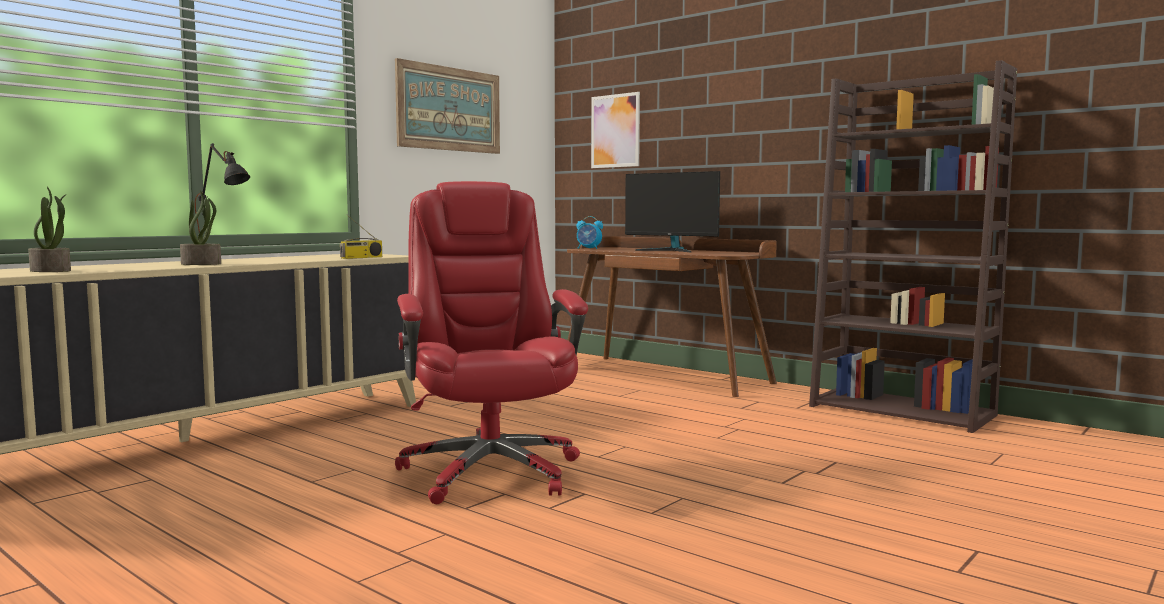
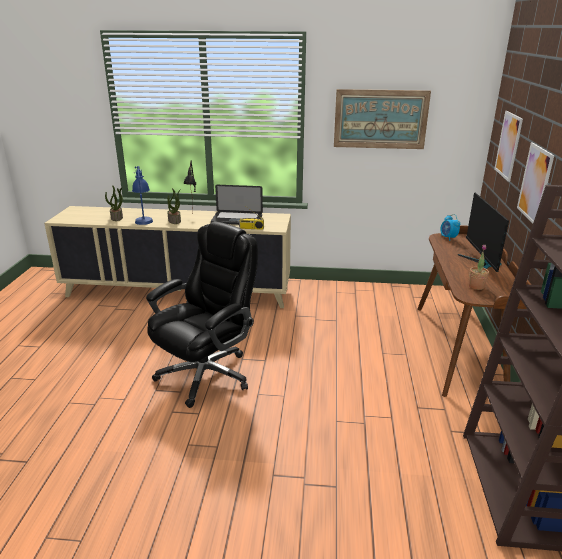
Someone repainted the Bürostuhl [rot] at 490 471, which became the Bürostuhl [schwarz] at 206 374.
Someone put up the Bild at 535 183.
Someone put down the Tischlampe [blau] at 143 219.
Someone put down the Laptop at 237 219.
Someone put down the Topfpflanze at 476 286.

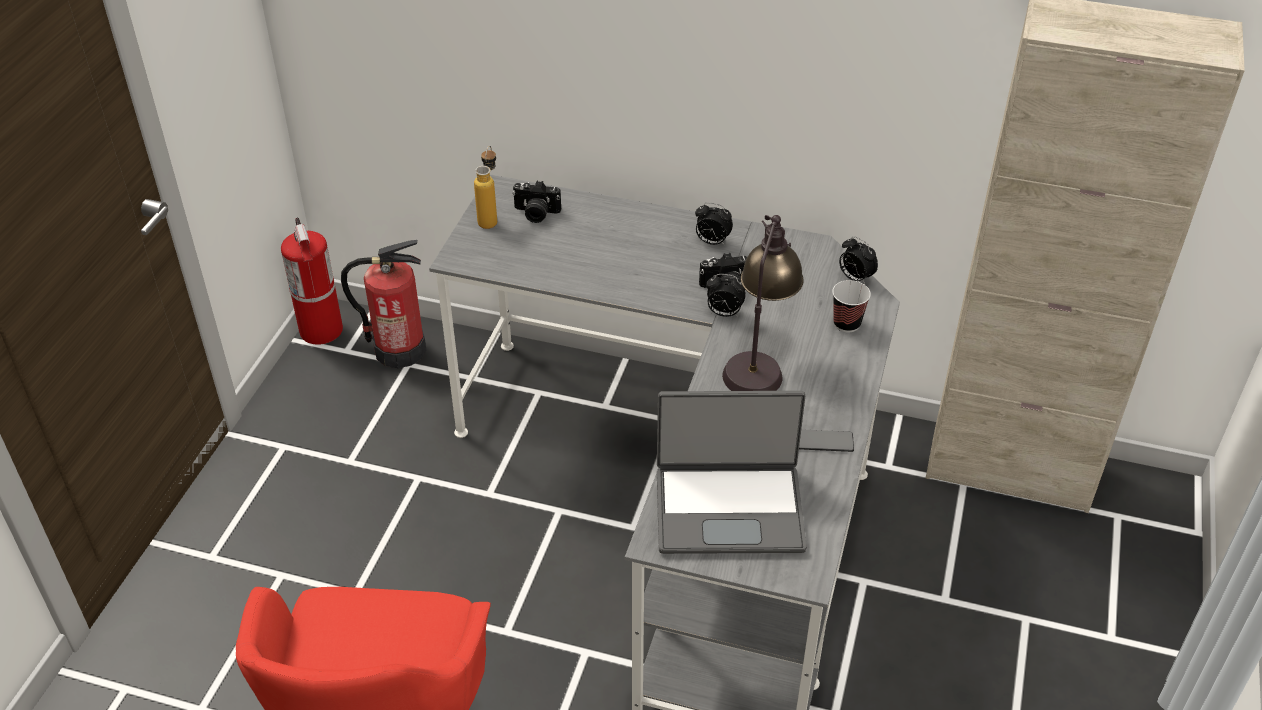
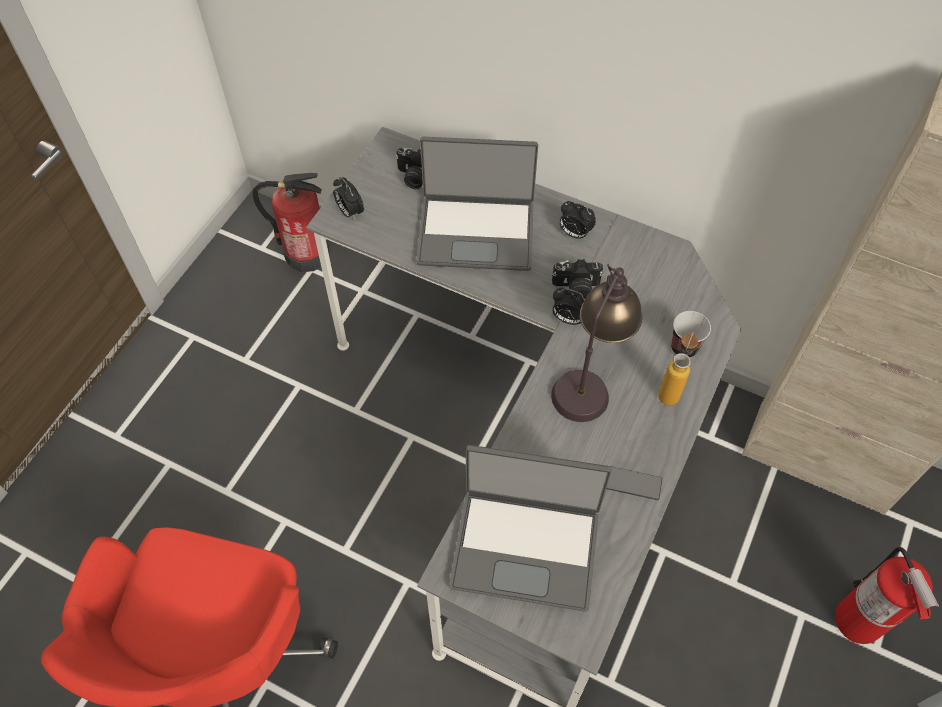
Someone carried the Flasche from 490 218 to 671 390.
Someone carried the Feuerlöscher from 321 331 to 859 621.
Someone carried the Wecker from 855 278 to 350 212.
Someone put down the Laptop at 476 232.

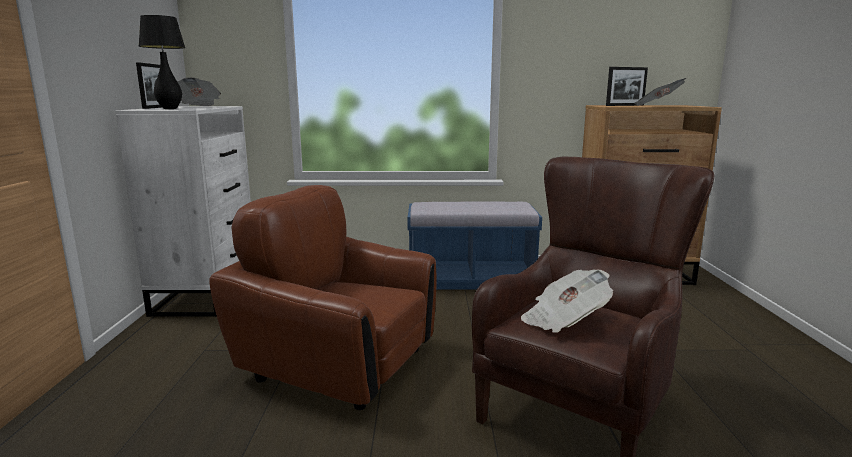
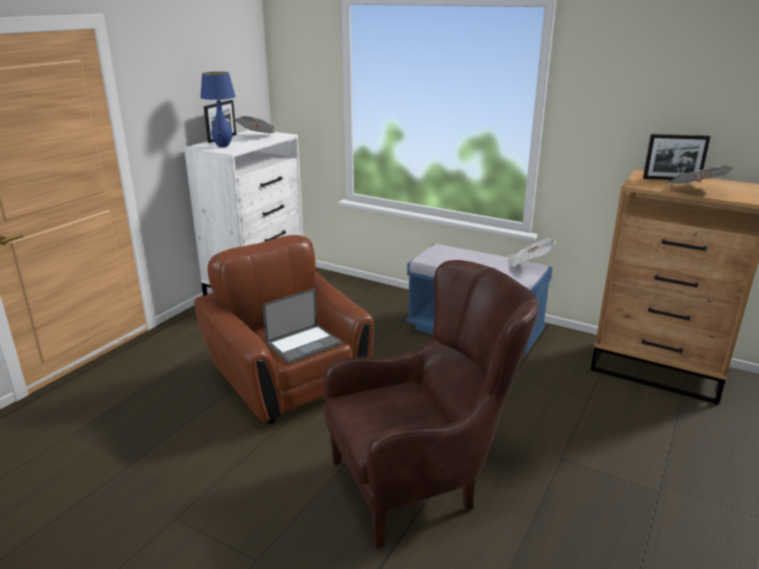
Someone repainted the Tischlampe [schwarz] at 169 109, which became the Tischlampe [blau] at 223 146.
Someone carried the Zeitung from 564 320 to 527 264.
Someone put down the Laptop at 304 343.

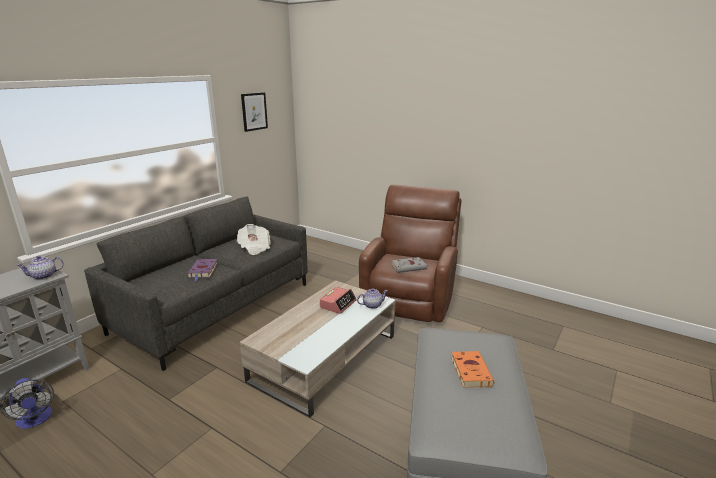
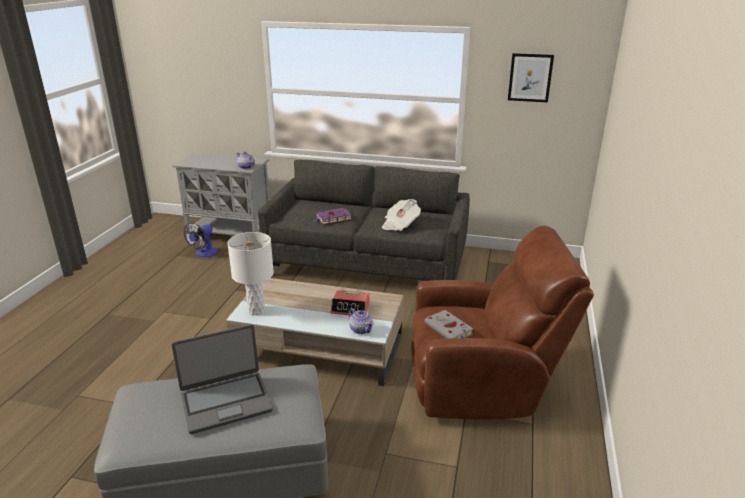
Someone swapped the Buch [orange] at 470 370 for the Laptop at 226 402.
Someone put down the Tischlampe [weiß] at 256 310.

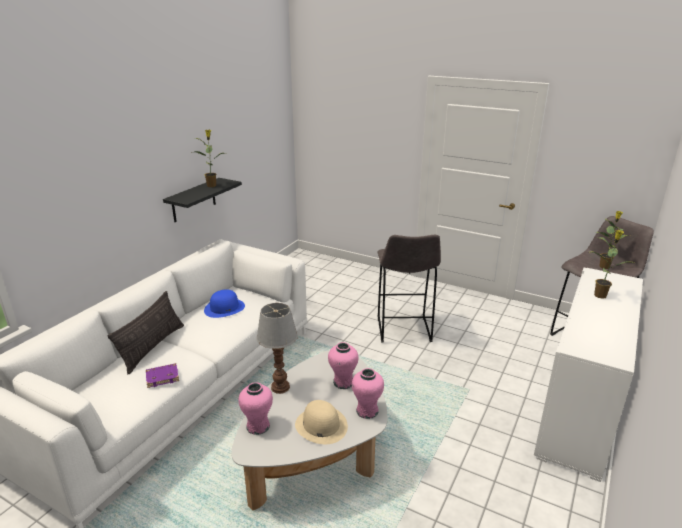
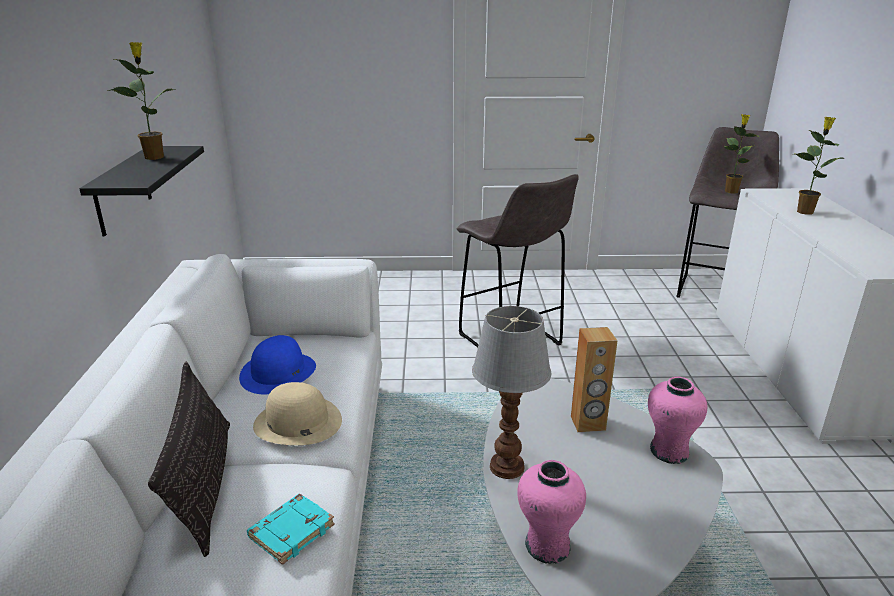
Someone swapped the Vase [rosa] at 343 382 for the Lautsprecher [braun] at 588 423.
Someone repainted the Buch [lila] at 163 377, which became the Buch [türkis] at 291 531.
Someone carried the Hut [beige] from 321 425 to 297 422.

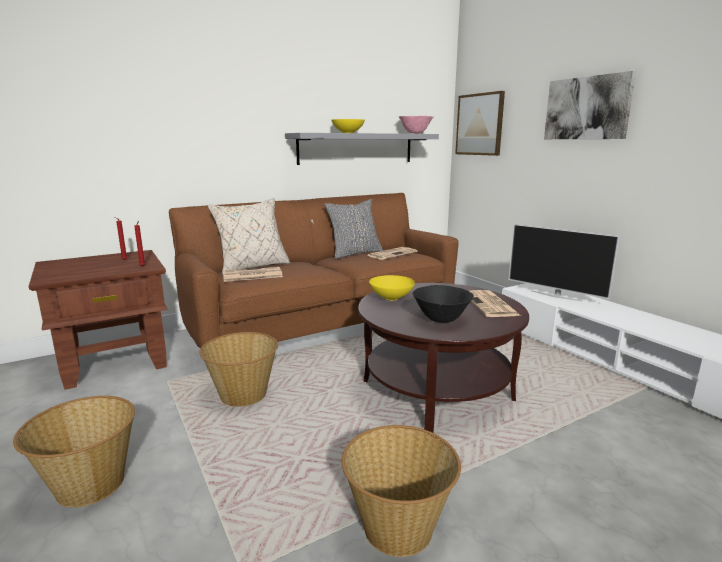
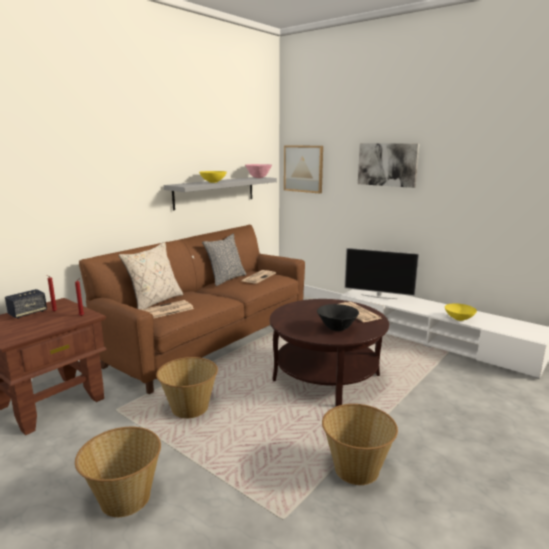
Someone carried the Schüssel [gelb] from 392 298 to 459 319.
Someone put down the Lautsprecher at 28 313.

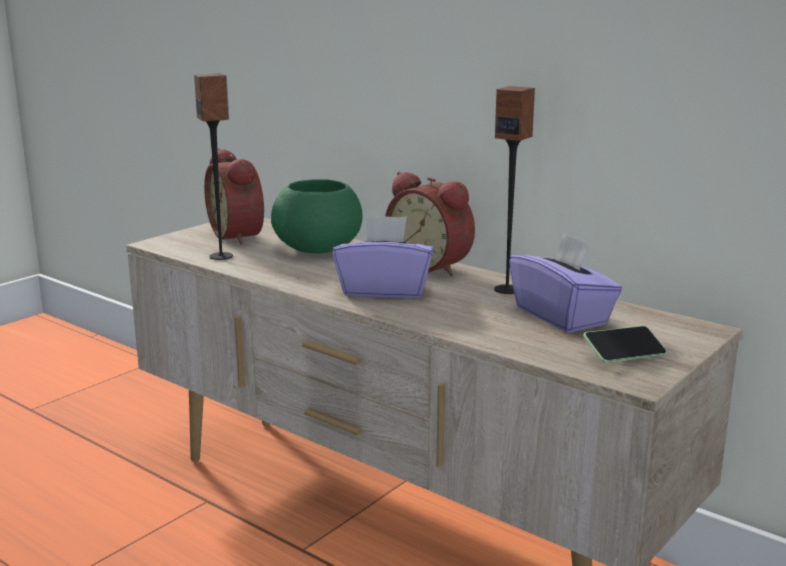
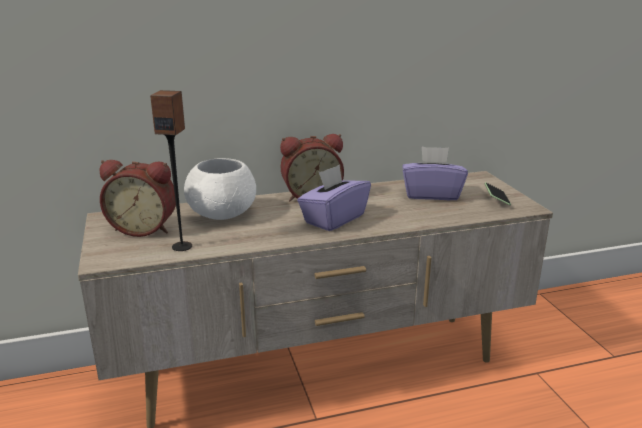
Someone took away the Lautsprecher at 507 289.
Someone repainted the Schüssel [grün] at 319 249, which became the Schüssel [weiß] at 223 213.

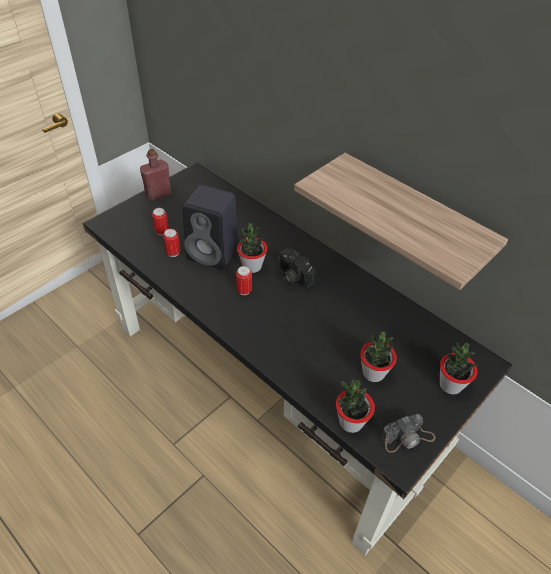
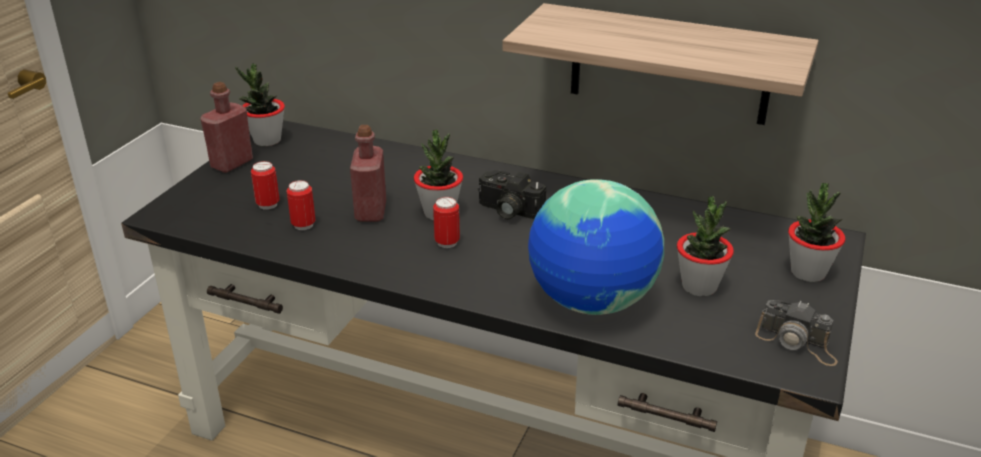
Someone swapped the Lautsprecher [schwarz] at 214 253 for the Flasche [rot] at 371 211.
Someone carried the Topfpflanze from 350 422 to 267 140.
Someone rotated the Kamera at 407 437 by 75 degrees clockwise.
Someone put down the Globus at 591 302.

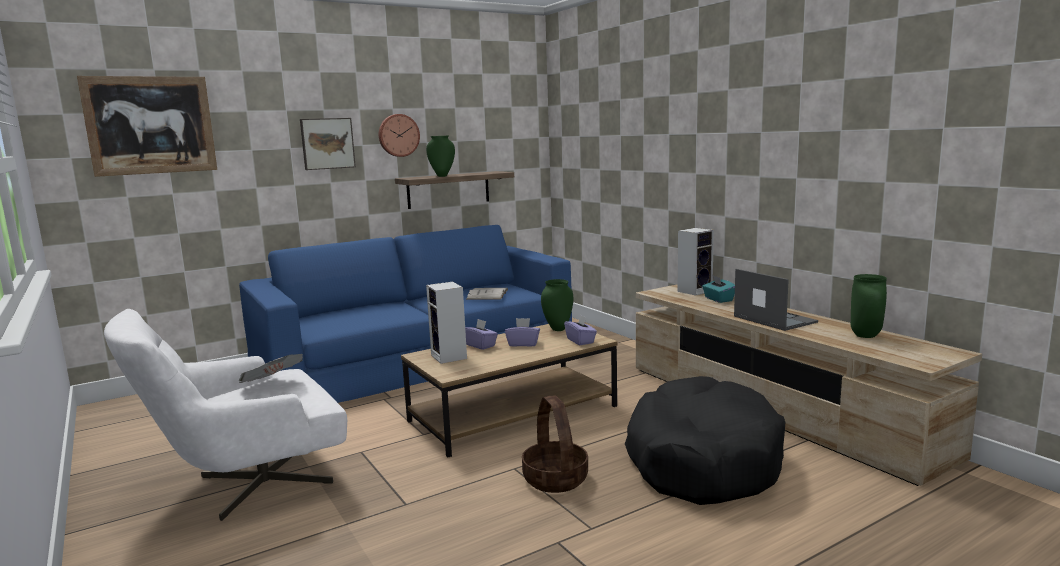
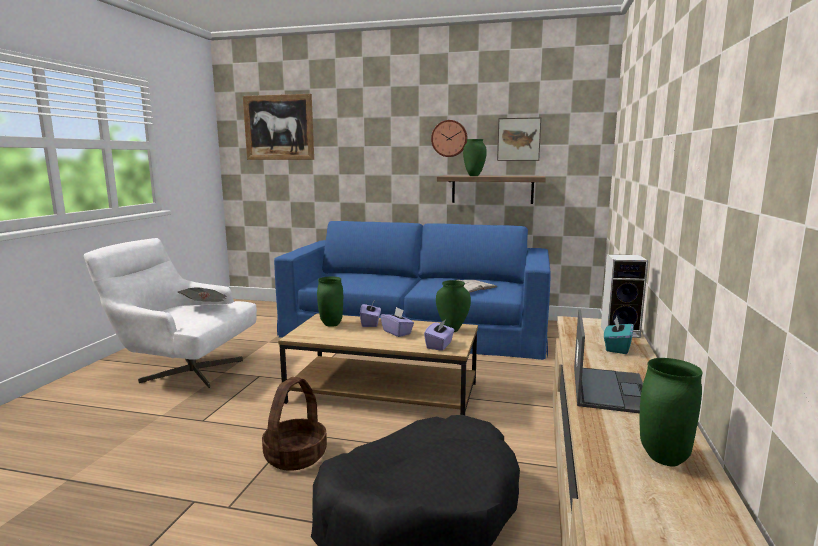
Someone carried the Bild from 327 143 to 519 139.
Someone swapped the Lautsprecher at 450 357 for the Vase [grün] at 332 325.

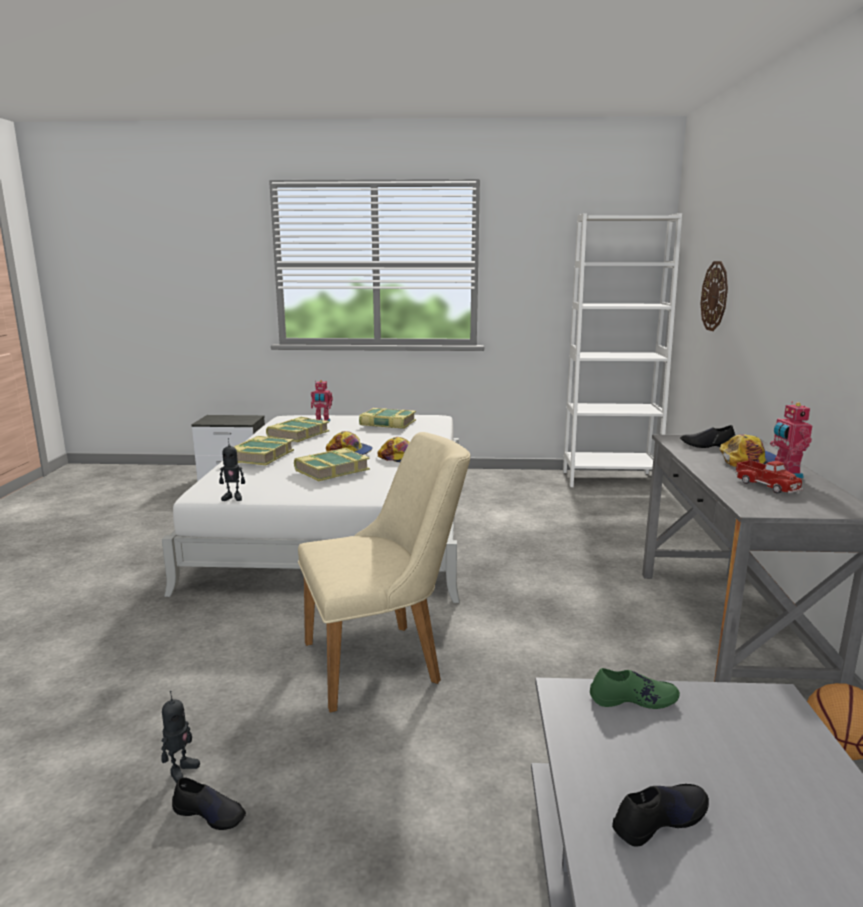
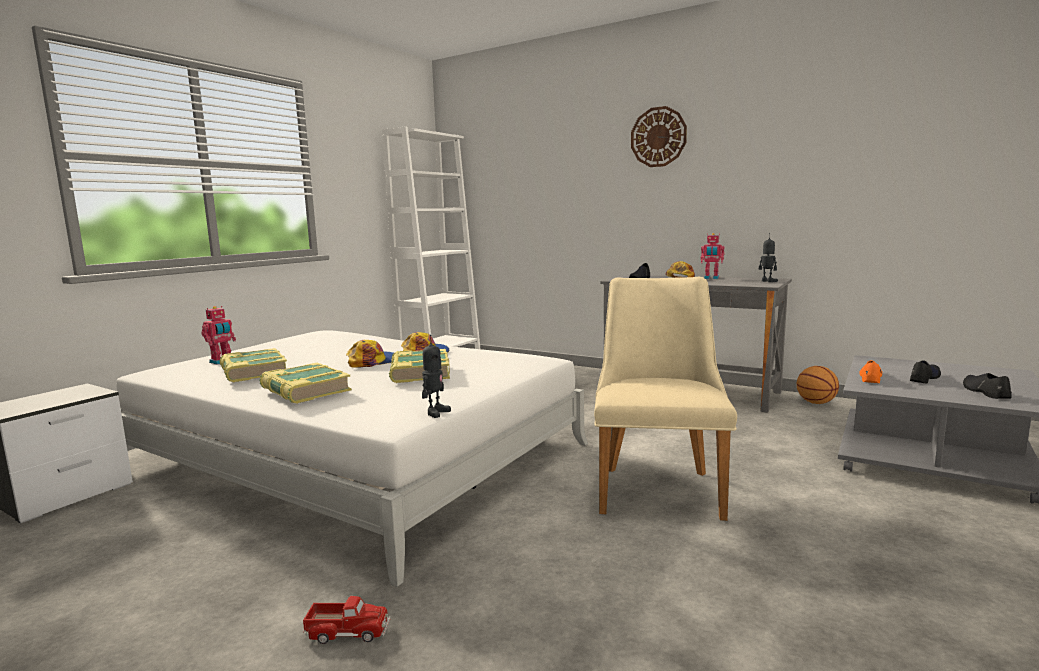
Someone carried the Wanduhr from 715 296 to 658 137.
Someone took away the Buch at 387 423.
Someone carried the Spielzeuglaster from 767 485 to 348 631.
Someone repainted the Schuh [grün] at 633 699, which became the Schuh [orange] at 870 377.
Someone carried the Spielzeugroboter from 181 770 to 767 281.
Someone carried the Schuh [schwarz] from 210 813 to 924 378.

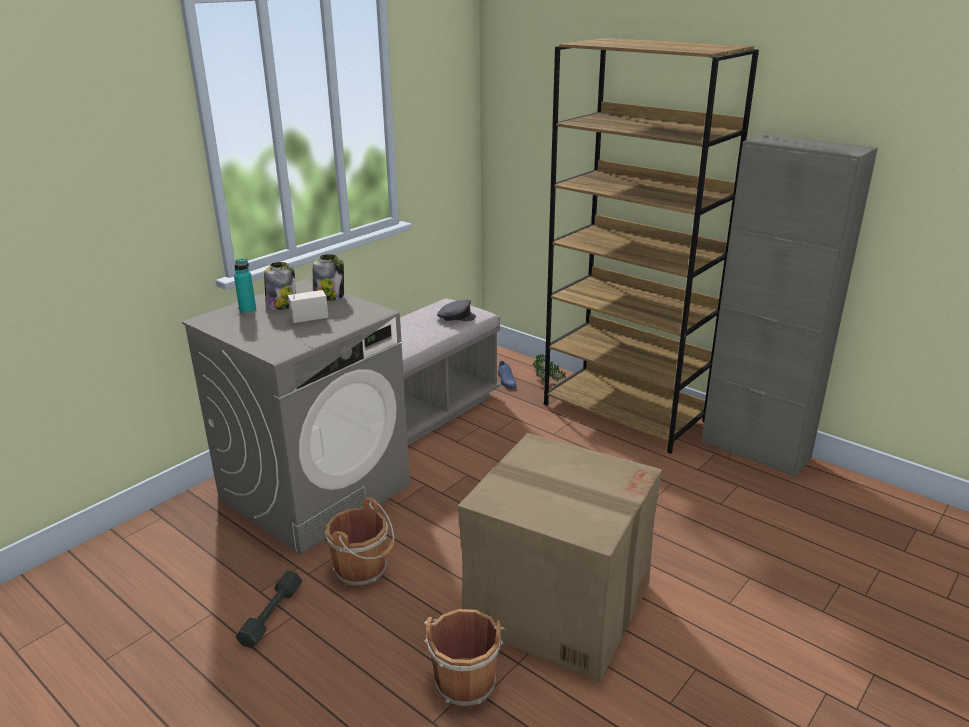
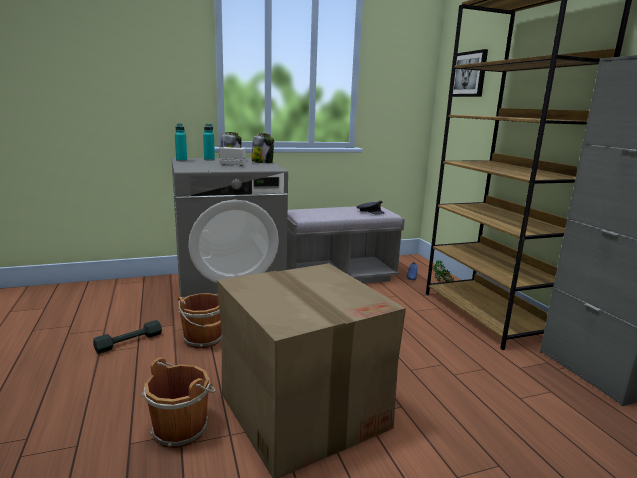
Someone put up the Bild at 468 74.
Someone put down the Flasche [türkis] at 181 160.

